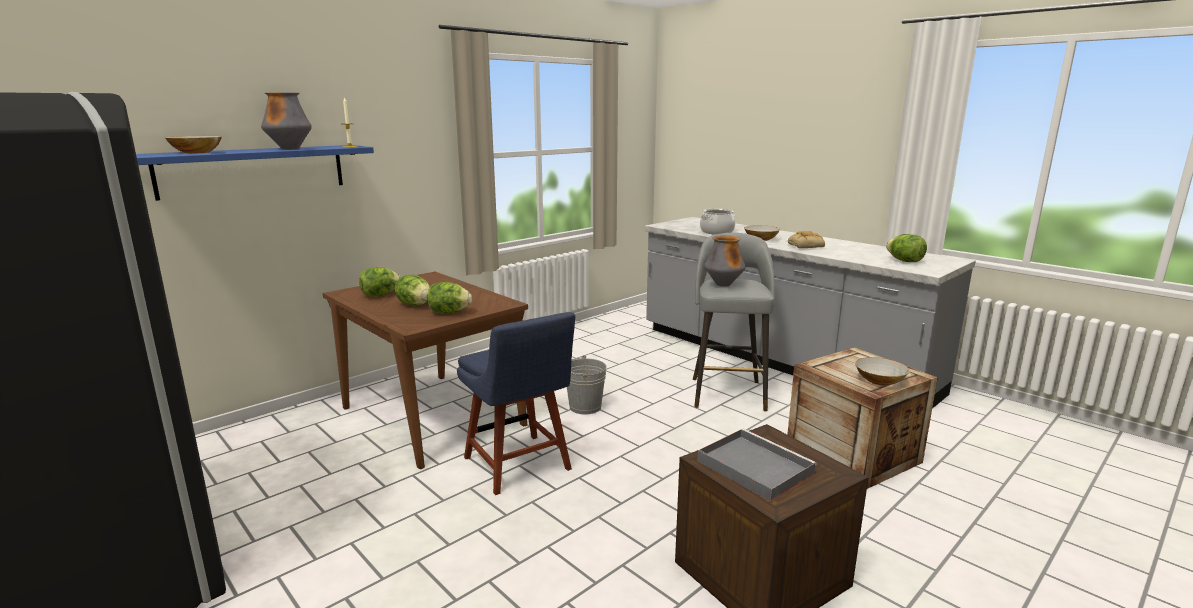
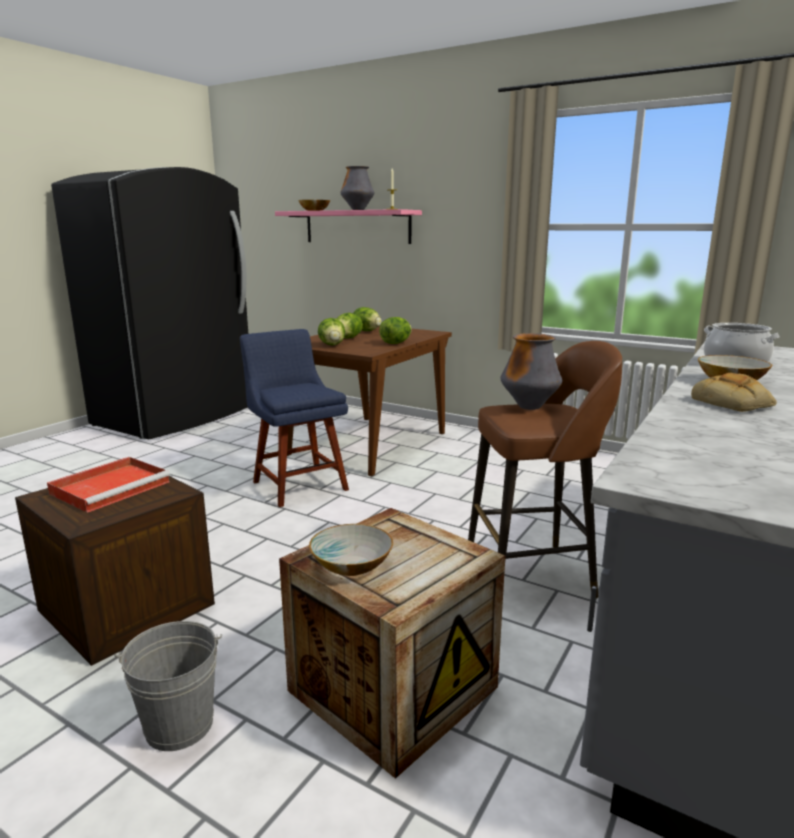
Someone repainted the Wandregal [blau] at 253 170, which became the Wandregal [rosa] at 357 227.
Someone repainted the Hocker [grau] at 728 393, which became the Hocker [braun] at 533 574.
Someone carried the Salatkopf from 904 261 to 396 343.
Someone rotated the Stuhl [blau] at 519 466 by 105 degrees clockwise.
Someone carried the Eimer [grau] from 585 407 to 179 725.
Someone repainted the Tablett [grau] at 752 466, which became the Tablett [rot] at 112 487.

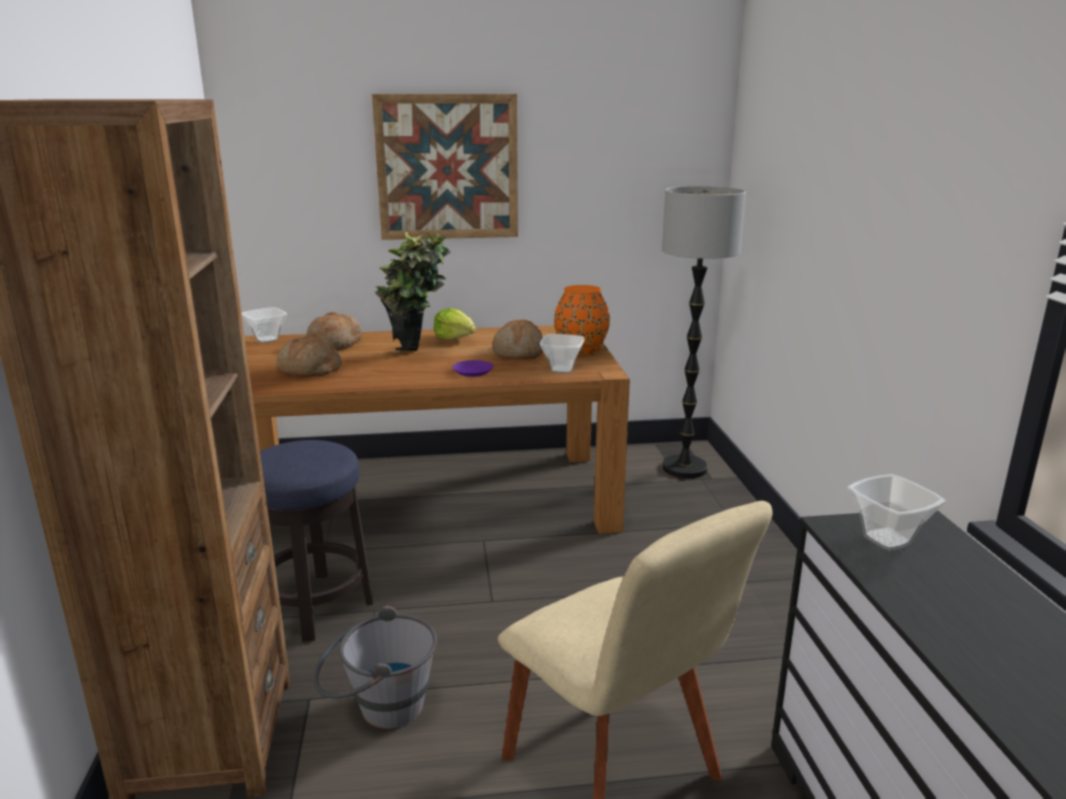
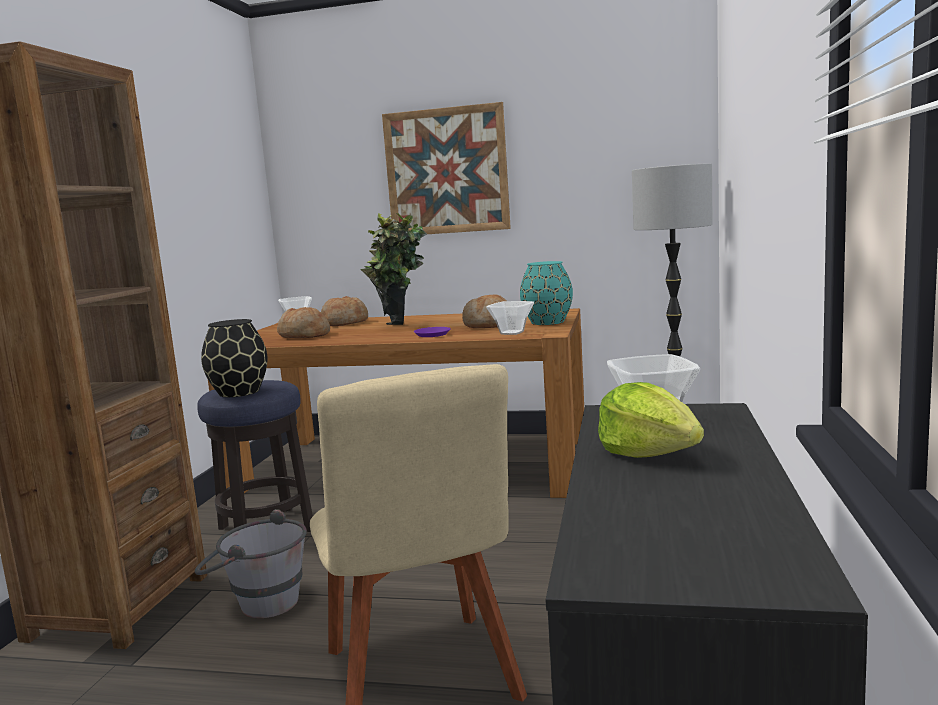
Someone repainted the Vase [orange] at 580 350, which became the Vase [türkis] at 546 322.
Someone carried the Salatkopf from 454 337 to 649 453.
Someone put down the Vase [schwarz] at 240 392.

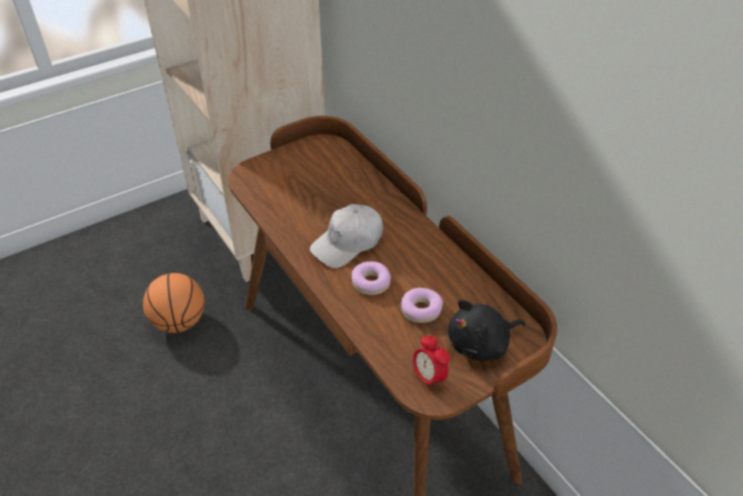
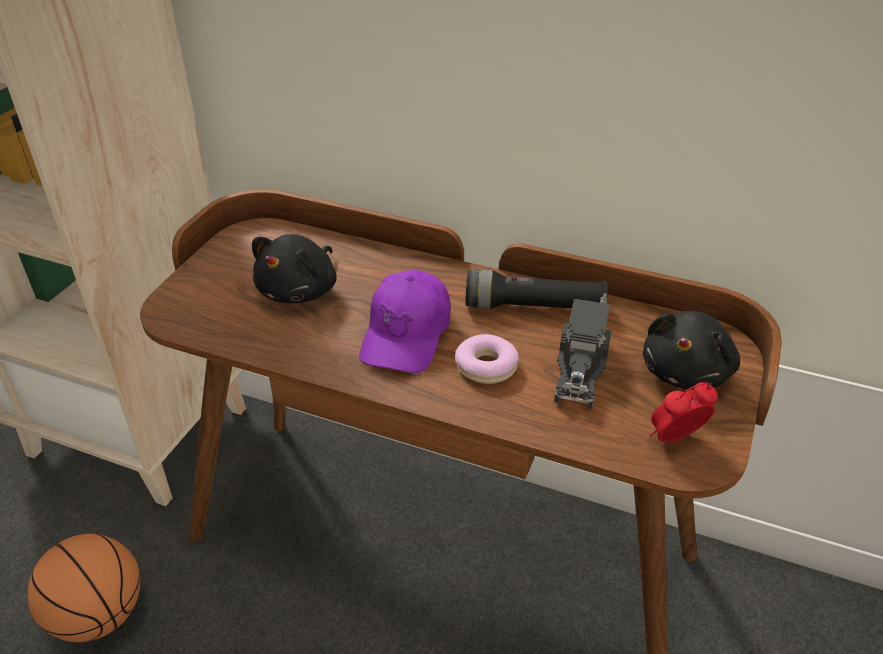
Someone repainted the Kappe [weiß] at 348 243, which became the Kappe [lila] at 407 334.
Someone swapped the Donut at 421 310 for the Spielzeuglaster at 580 368.
Someone rotated the Wecker at 429 377 by 135 degrees clockwise.
Someone put down the Plüschtier [schwarz] at 300 291.
Someone put down the Taschenlampe [schwarz] at 534 307.

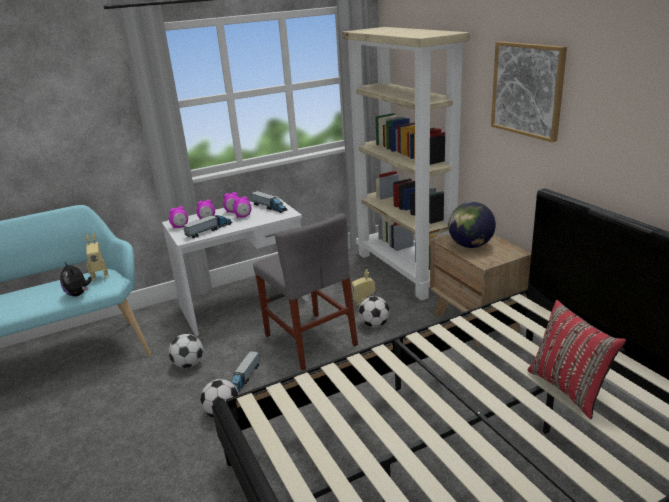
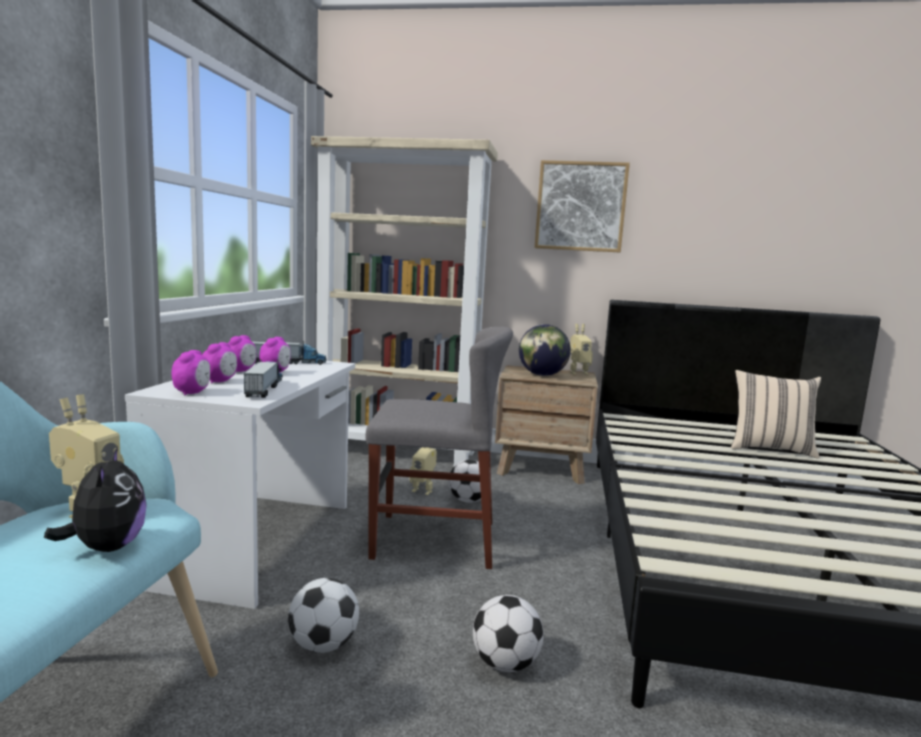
Someone rotated the Plüschtier at 79 294 by 105 degrees counterclockwise.
Someone repainted the Kissen [rot] at 569 388, which became the Kissen [beige] at 769 449.
Someone took away the Spielzeuglaster at 244 378.
Someone put down the Spielzeugroboter at 577 373.

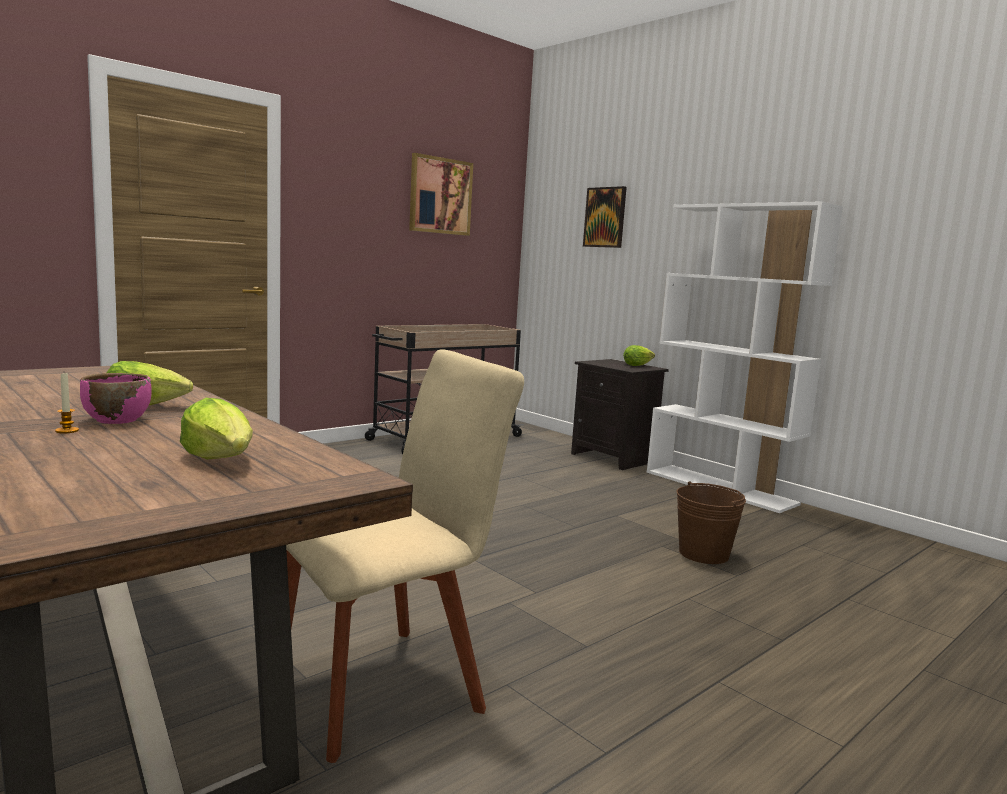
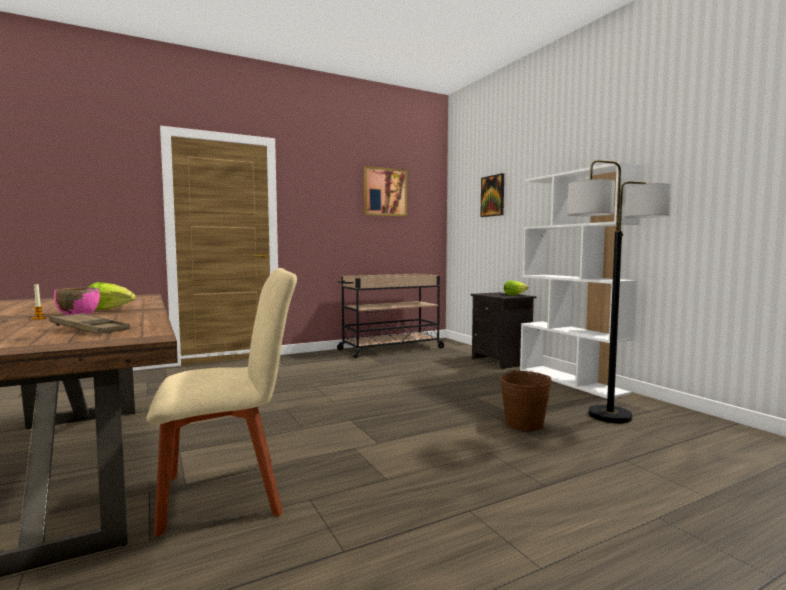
Someone swapped the Salatkopf at 221 459 for the Tablett [braun] at 89 329.
Someone put down the Stehlampe at 610 416.

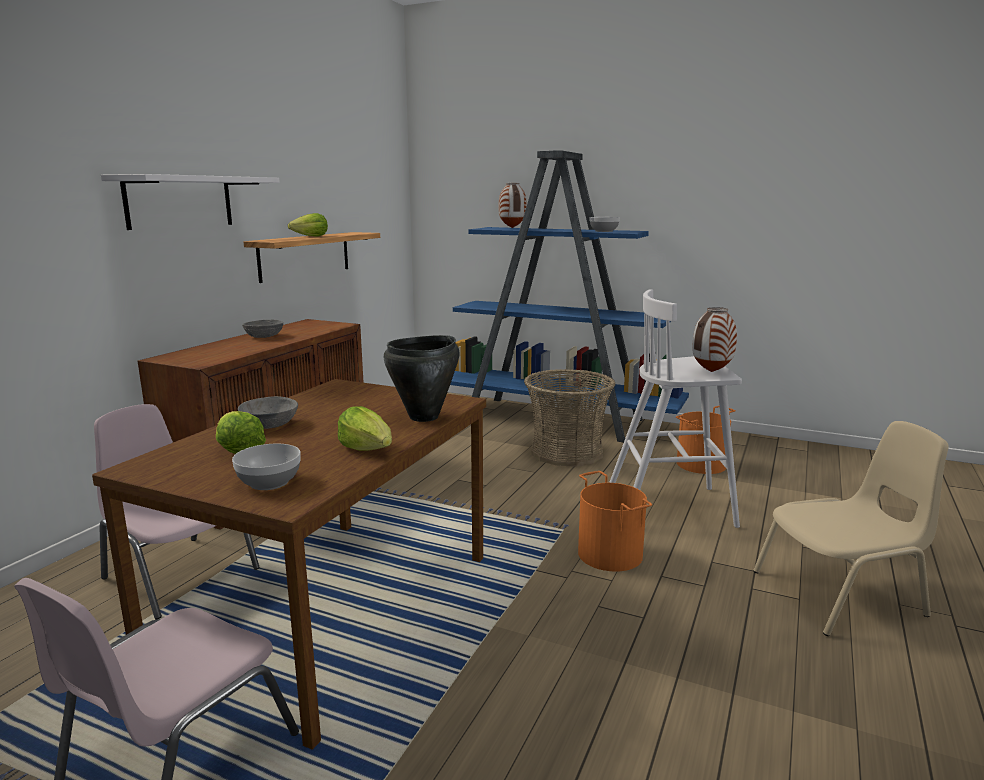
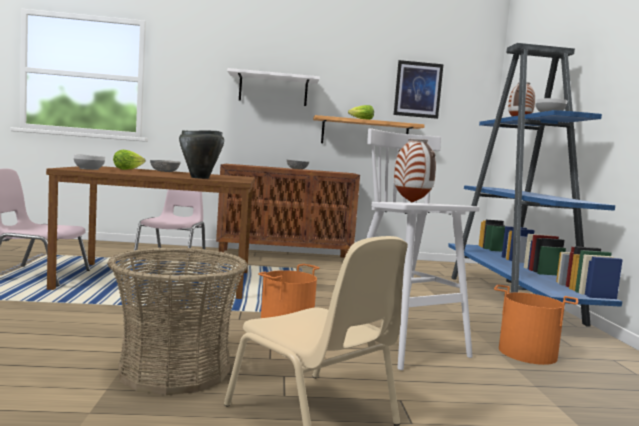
Someone carried the Korb from 567 452 to 175 370.
Someone took away the Salatkopf at 367 449.
Someone put up the Bild at 418 89.

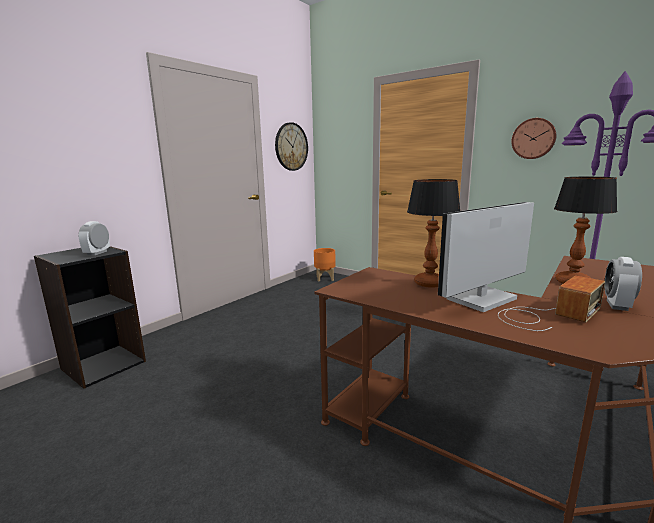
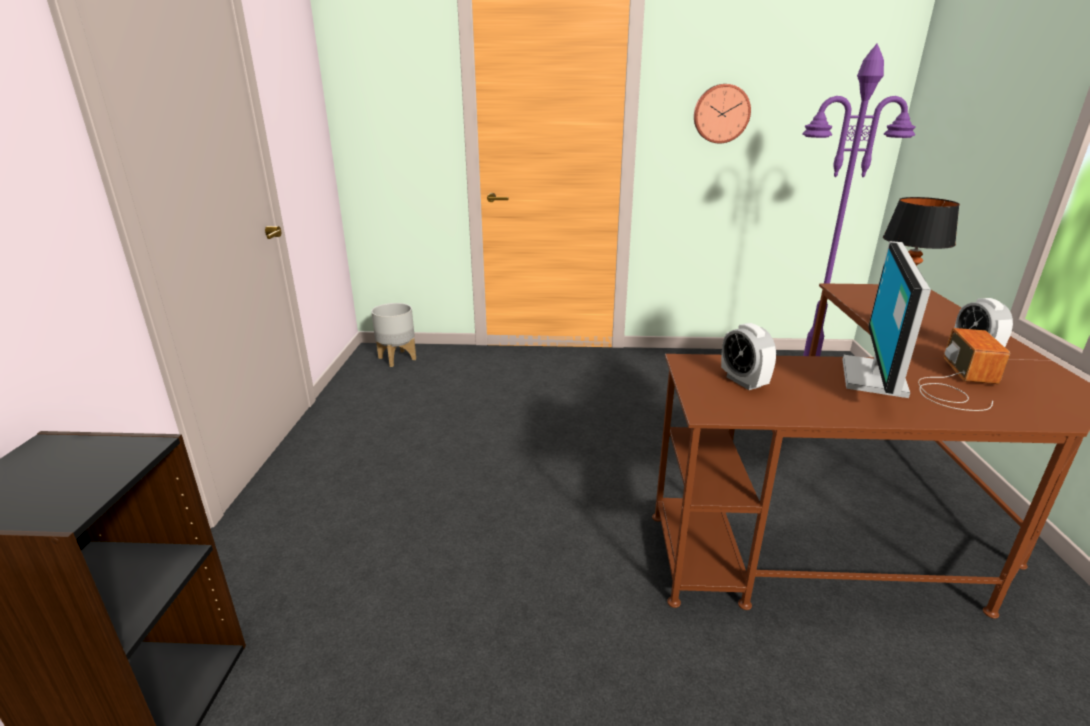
Someone took away the Wanduhr at 291 147.
Someone took away the Tischlampe at 430 283.
Someone carried the Wecker from 97 253 to 743 382.
Someone repainted the Pflanzkübel [orange] at 325 278, which became the Pflanzkübel [grau] at 397 358.

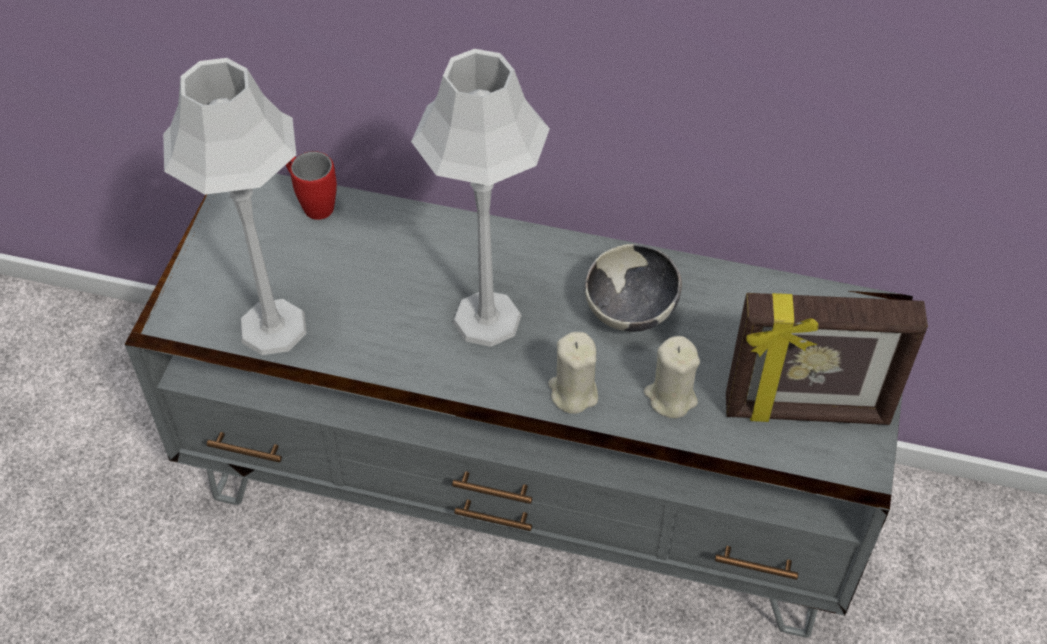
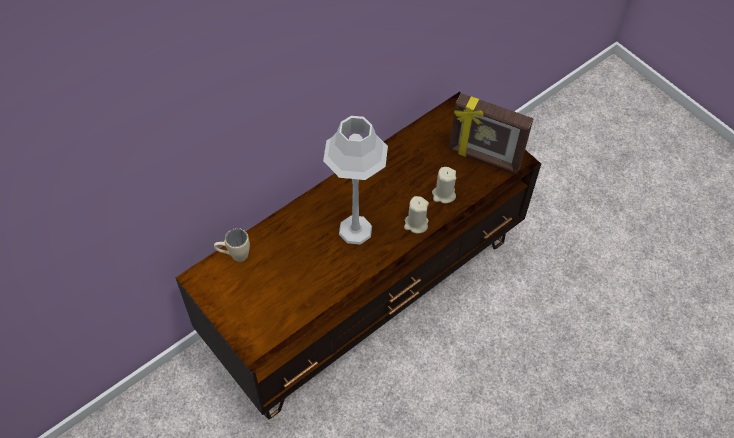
Someone took away the Tischlampe [grau] at 273 327.
Someone repainted the Henkelbecher [rot] at 312 203, which became the Henkelbecher [beige] at 234 255.
Someone repainted the Fernsehschrank [grau] at 525 491, which became the Fernsehschrank [braun] at 365 294.
Someone took away the Schüssel at 631 312.
Someone rotated the Bilderrahmen at 806 413 by 75 degrees clockwise.

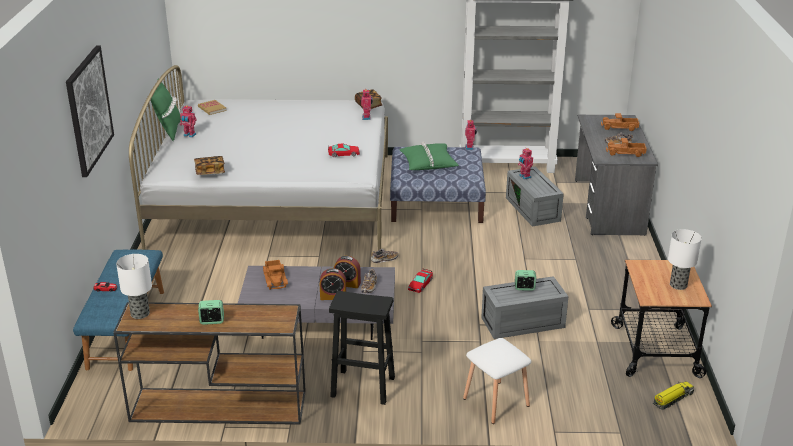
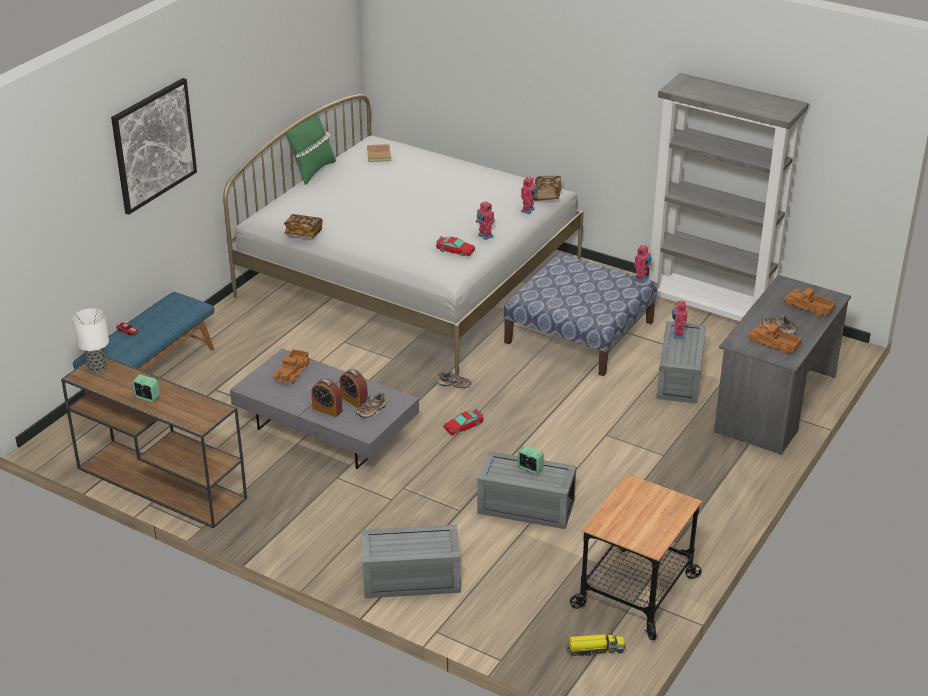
Someone carried the Spielzeugroboter from 189 135 to 484 236.
Someone took away the Kissen [grün] at 428 163.
Someone took away the Tischlampe at 677 285.
Someone took away the Hocker [schwarz] at 364 387.
Someone swapped the Hocker [weiß] at 495 403 for the Aufbewahrungsbox [grau] at 410 580.

